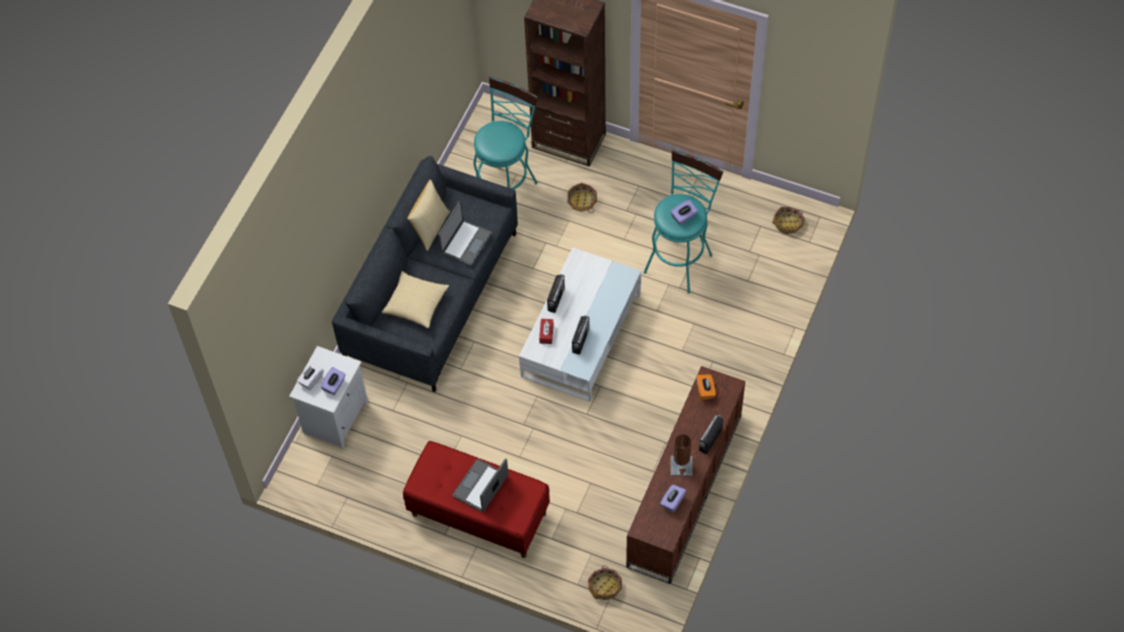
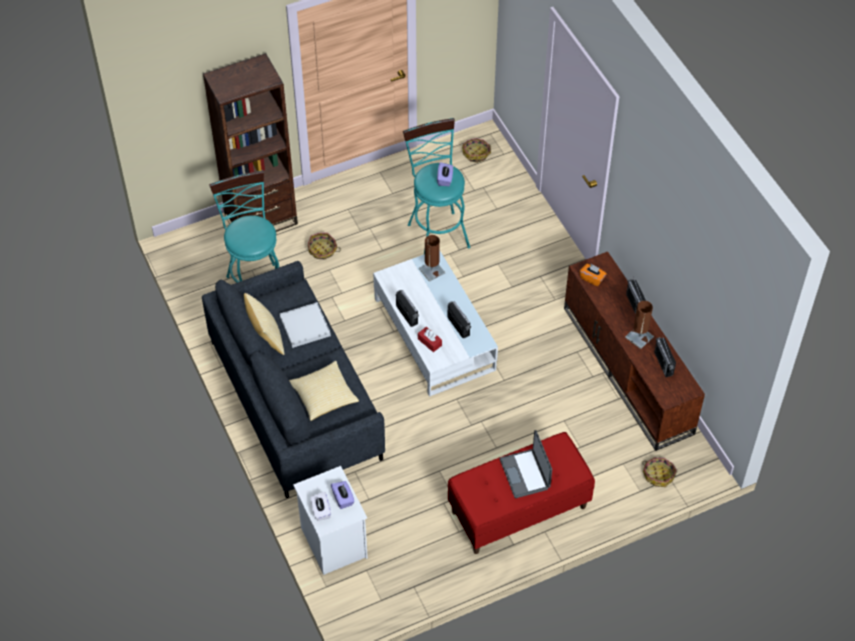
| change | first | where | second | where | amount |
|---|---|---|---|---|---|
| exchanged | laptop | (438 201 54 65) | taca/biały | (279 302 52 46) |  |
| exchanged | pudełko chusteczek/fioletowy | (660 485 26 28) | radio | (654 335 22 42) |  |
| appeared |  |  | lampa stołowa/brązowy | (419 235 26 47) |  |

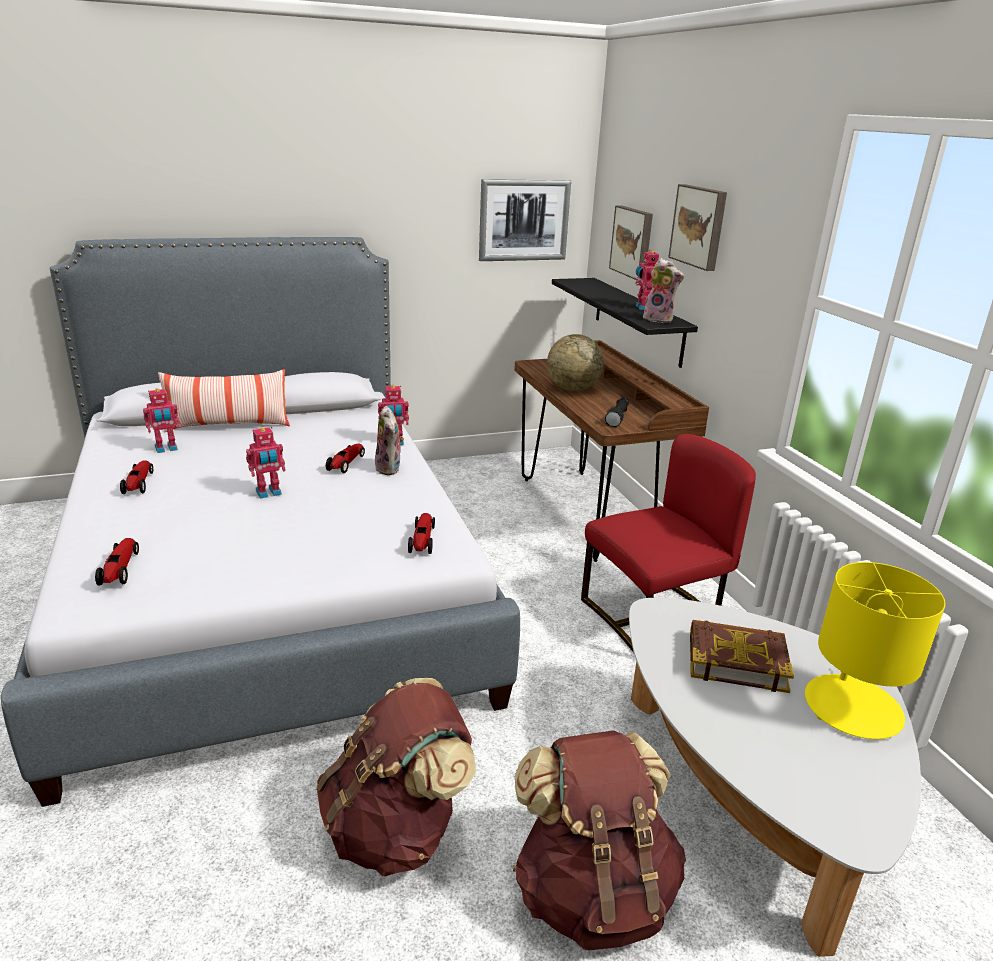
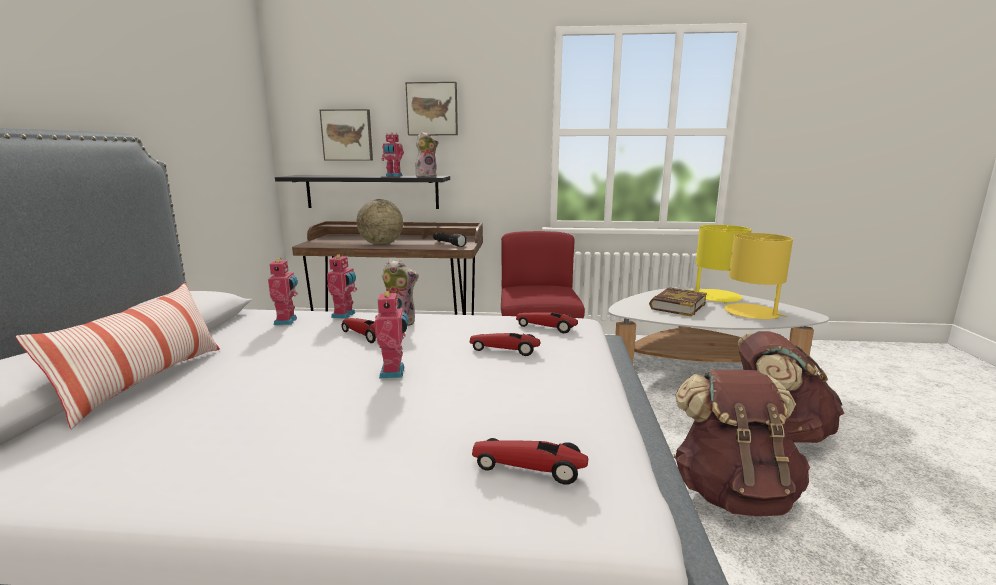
| change | first | where | second | where | amount |
|---|---|---|---|---|---|
| relocated | samochodzik | (120 461 33 33) |  | (469 333 71 23) |  |
| relocated | robot zabawkowy | (143 388 37 65) |  | (268 258 30 67) |  |
| missing | obraz | (479 179 92 82) |  |  |  |
| appeared |  |  | lampa stołowa/żółty | (724 233 69 86) |  |

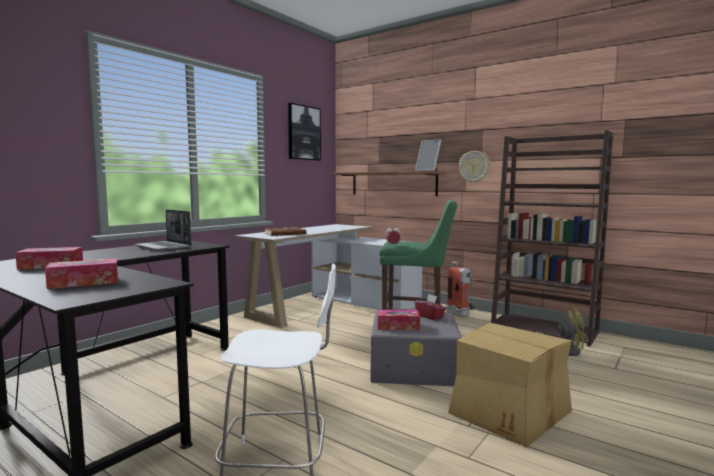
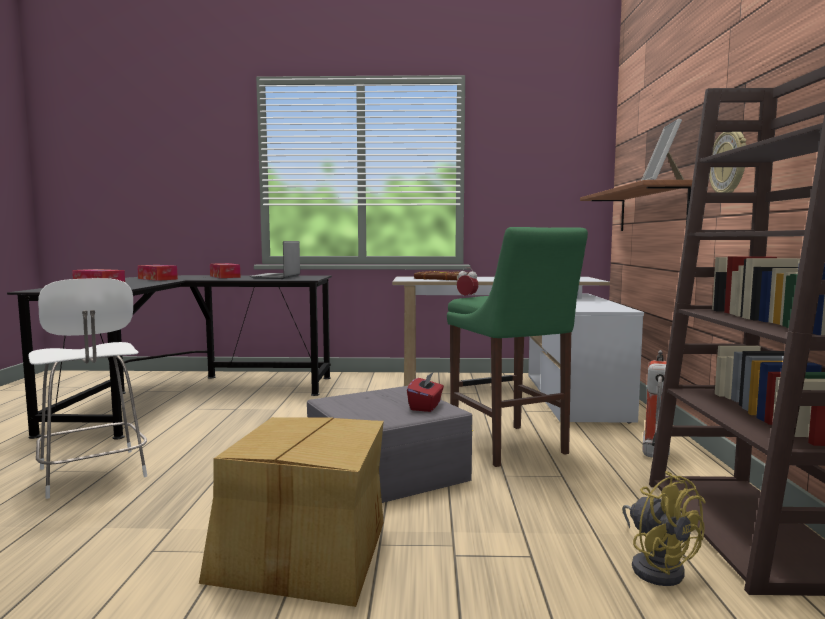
| change | first | where | second | where | amount |
|---|---|---|---|---|---|
| missing | obraz | (288 103 33 58) |  |  |  |
| relocated | pudełko chusteczek | (377 310 43 20) |  | (210 263 31 15) |  |

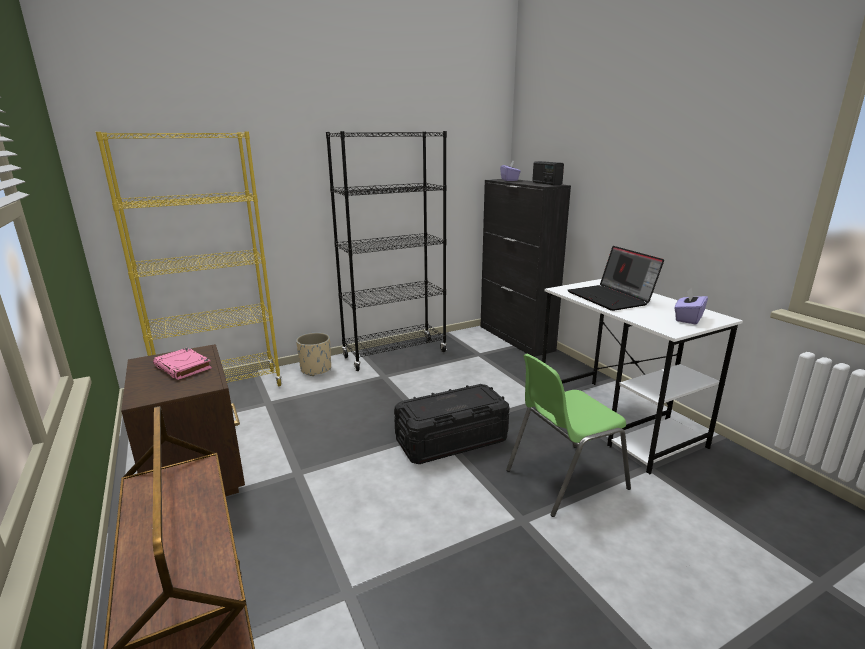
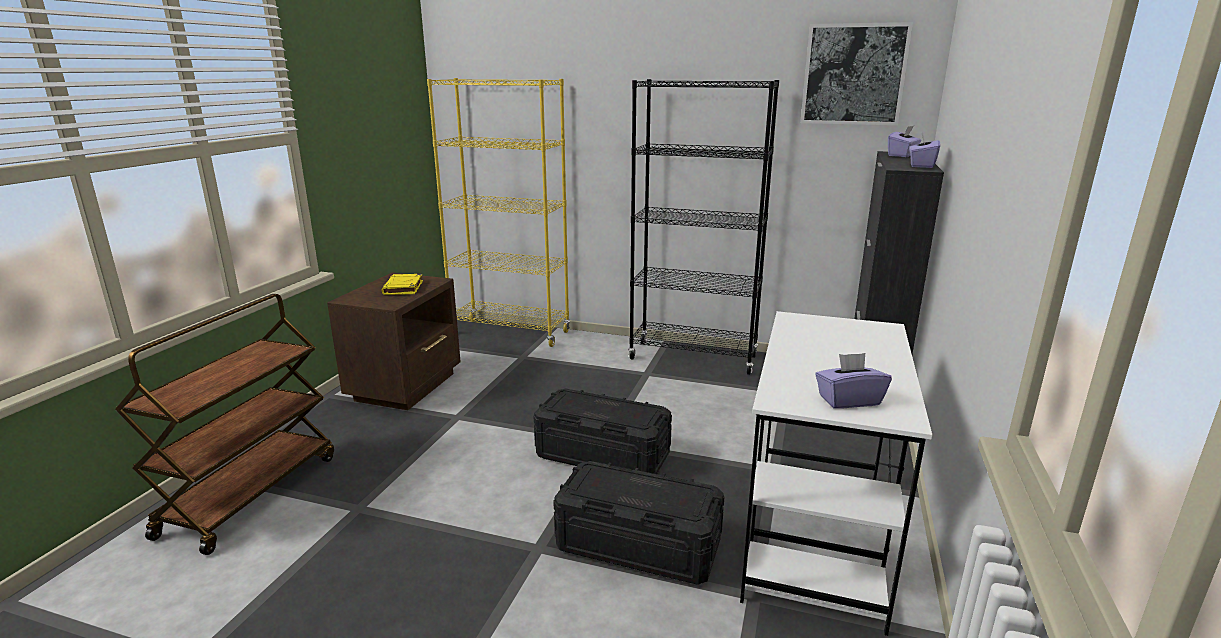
| change | first | where | second | where | amount |
|---|---|---|---|---|---|
| colour | książka/różowy | (153 348 59 32) | książka/żółty | (382 274 41 21) |  |
| missing | donica/beżowy | (296 333 35 43) |  |  |  |
| exchanged | krzesło/zielony | (506 354 125 163) | pojemnik do przechowywania/czarny | (553 461 171 124) |  |
| exchanged | radio | (532 161 32 24) | pudełko chusteczek/fioletowy | (909 132 31 36) |  |
| missing | laptop | (568 246 96 65) |  |  |  |
| appeared |  |  | obraz | (800 22 113 103) |  |

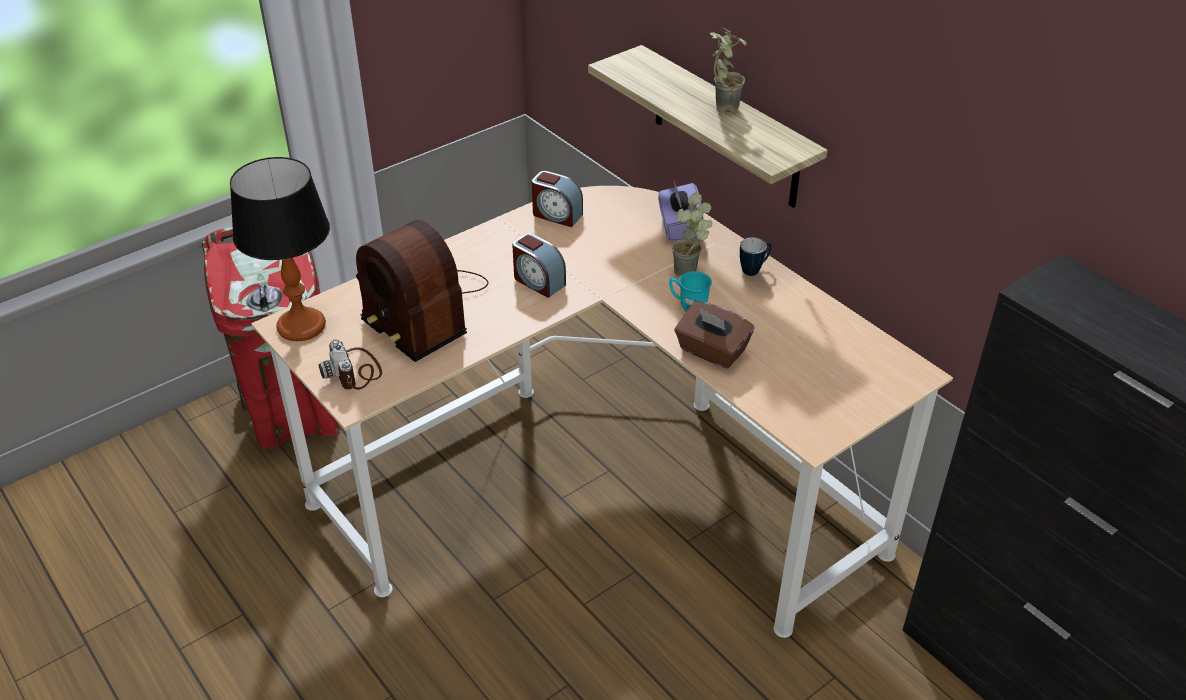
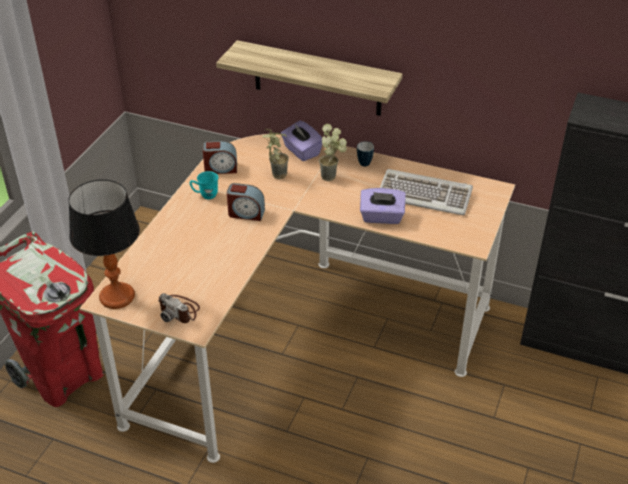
| change | first | where | second | where | amount |
|---|---|---|---|---|---|
| missing | radio | (356 220 133 142) |  |  |  |
| relocated | kubek/turkusowy | (669 271 43 41) |  | (190 171 28 28) |  |
| colour | pudełko chusteczek/brązowy | (675 301 79 68) | pudełko chusteczek/fioletowy | (360 188 46 36) |  |
| relocated | roślina doniczkowa | (710 26 37 87) |  | (263 129 26 50) |  |
| appeared |  |  | klawiatura | (380 169 93 46) |  |

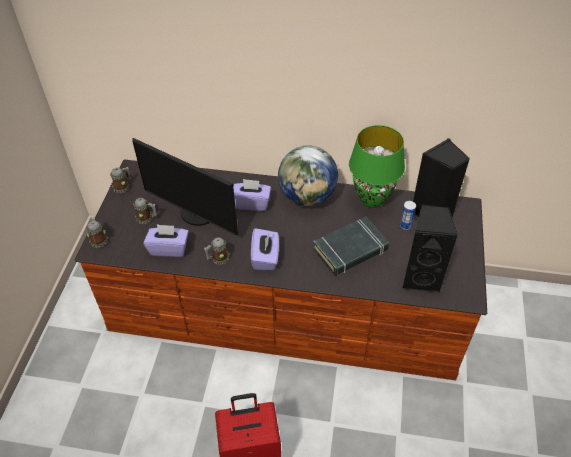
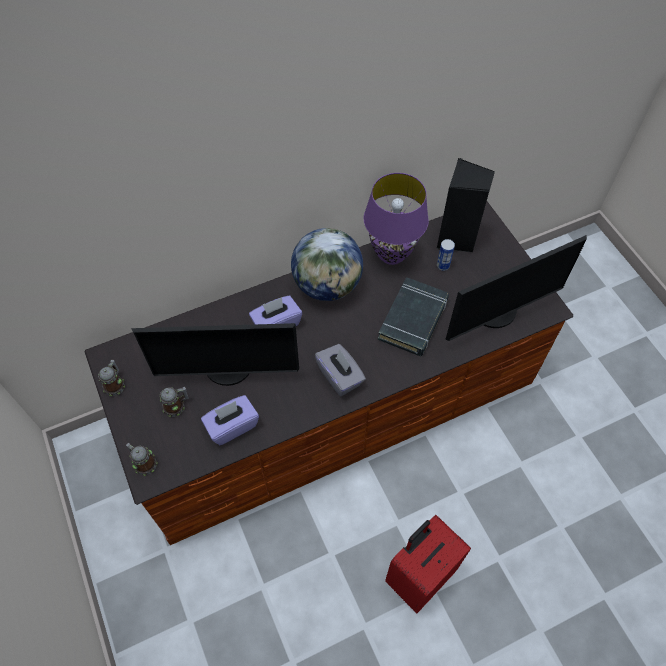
| change | first | where | second | where | amount |
|---|---|---|---|---|---|
| missing | kubek | (204 237 26 28) |  |  |  |
| colour | pudełko chusteczek/fioletowy | (251 228 28 42) | pudełko chusteczek/szary | (315 344 51 52) |  |
| colour | lampa stołowa/zielony | (349 125 56 83) | lampa stołowa/fioletowy | (364 173 65 92) |  |
| exchanged | głośnik/czarny | (402 205 56 88) | monitor | (445 235 142 106) |  |

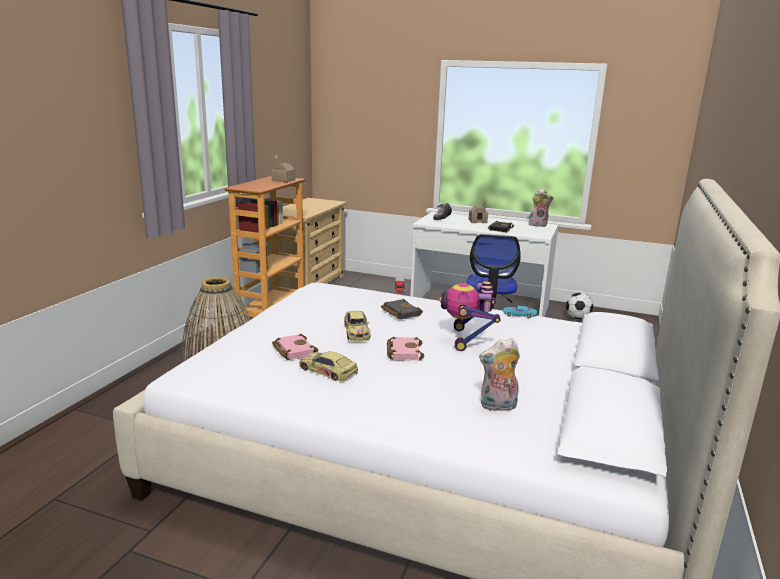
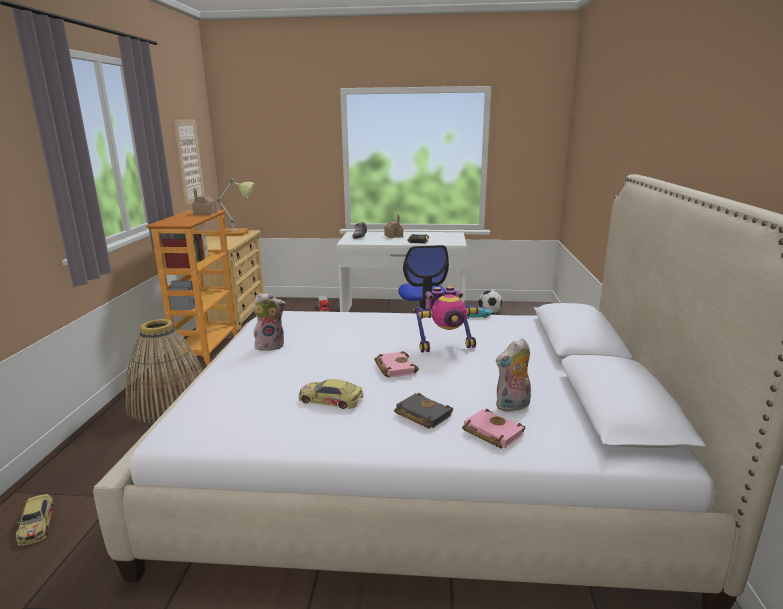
| change | first | where | second | where | amount |
|---|---|---|---|---|---|
| relocated | książka/różowy | (272 334 46 26) |  | (462 409 63 39) |  |
| relocated | samochodzik | (344 311 26 30) |  | (16 494 38 52) |  |
| relocated | książka/czarny | (381 299 42 21) |  | (394 393 59 36) |  |
| spun | robot zabawkowy | (439 281 62 70) |  | (413 286 66 66) | 90 degrees counterclockwise |
| relocated | pluszak | (529 189 25 38) |  | (253 292 33 59) |  |
| appeared |  |  | obraz | (174 119 31 86) |  |
| appeared |  |  | lampa stołowa | (217 179 38 57) |  |

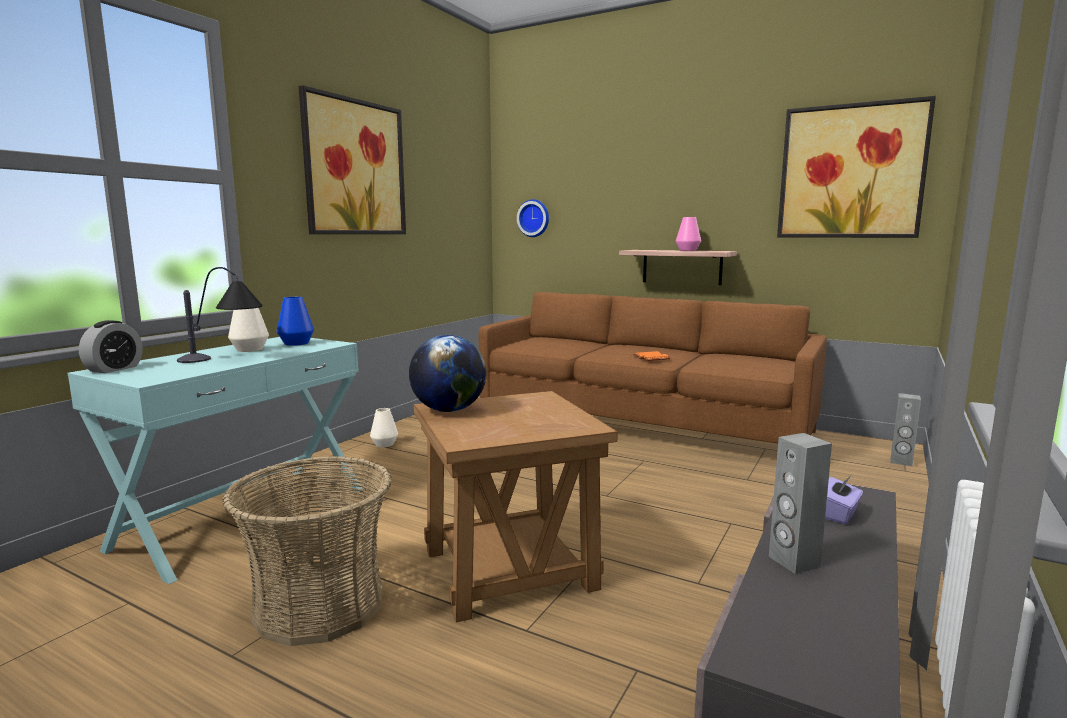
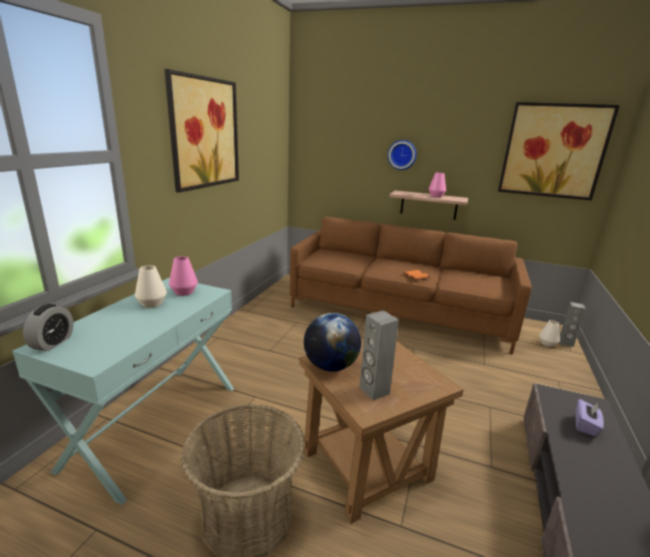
| change | first | where | second | where | amount |
|---|---|---|---|---|---|
| missing | lampa stołowa | (177 267 86 96) |  |  |  |
| colour | wazon/niebieski | (277 297 37 49) | wazon/różowy | (169 256 29 40) |  |
| relocated | wazon/biały | (370 408 28 39) |  | (539 320 21 27) |  |
| relocated | zegar ścienny | (517 199 32 38) |  | (388 140 29 30) |  |
| relocated | głośnik/szary | (769 433 63 141) |  | (359 310 40 90) |  |

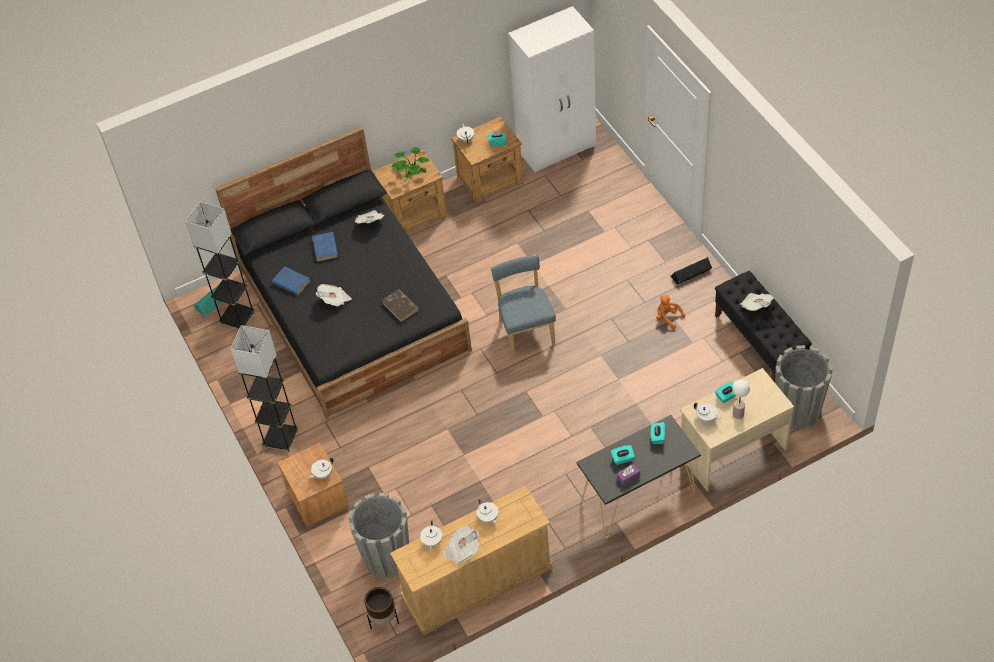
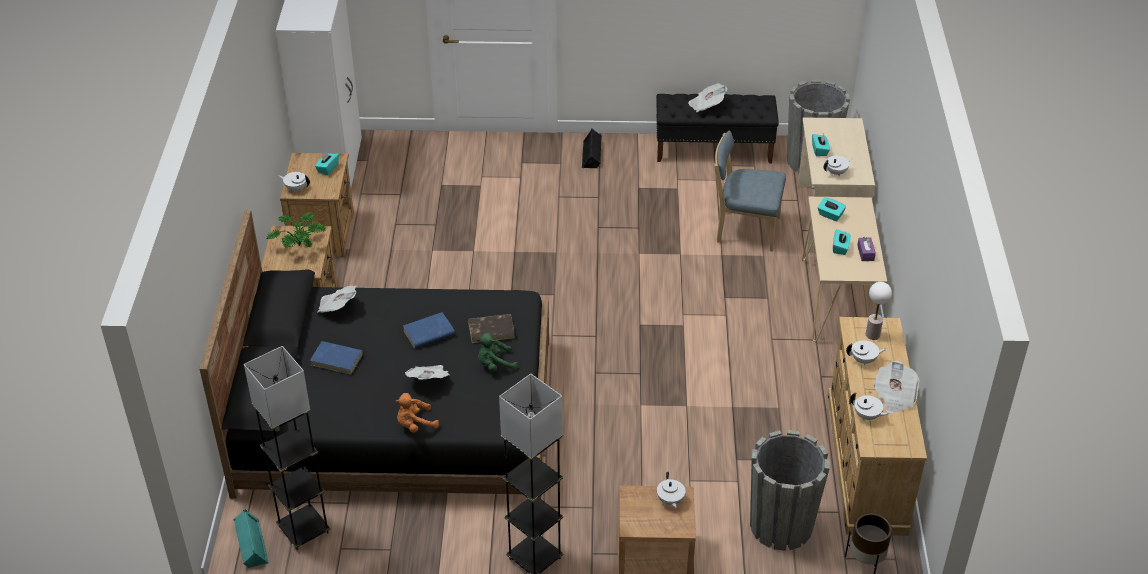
| change | first | where | second | where | amount |
|---|---|---|---|---|---|
| relocated | książka/niebieski | (272 266 38 29) |  | (403 312 52 36) |  |
| relocated | krzesło/niebieski | (491 255 65 102) |  | (714 130 72 121) |  |
| colour | stolik konsolowy/czarny | (576 415 125 123) | stolik konsolowy/beżowy | (802 197 85 145) |  |
| relocated | pluszak/pomarańczowy | (656 295 29 34) |  | (395 393 44 40) |  |
| relocated | lampa stołowa | (732 380 18 39) |  | (866 282 26 58) |  |
| appeared |  |  | pluszak/zielony | (477 333 41 39) |  |

